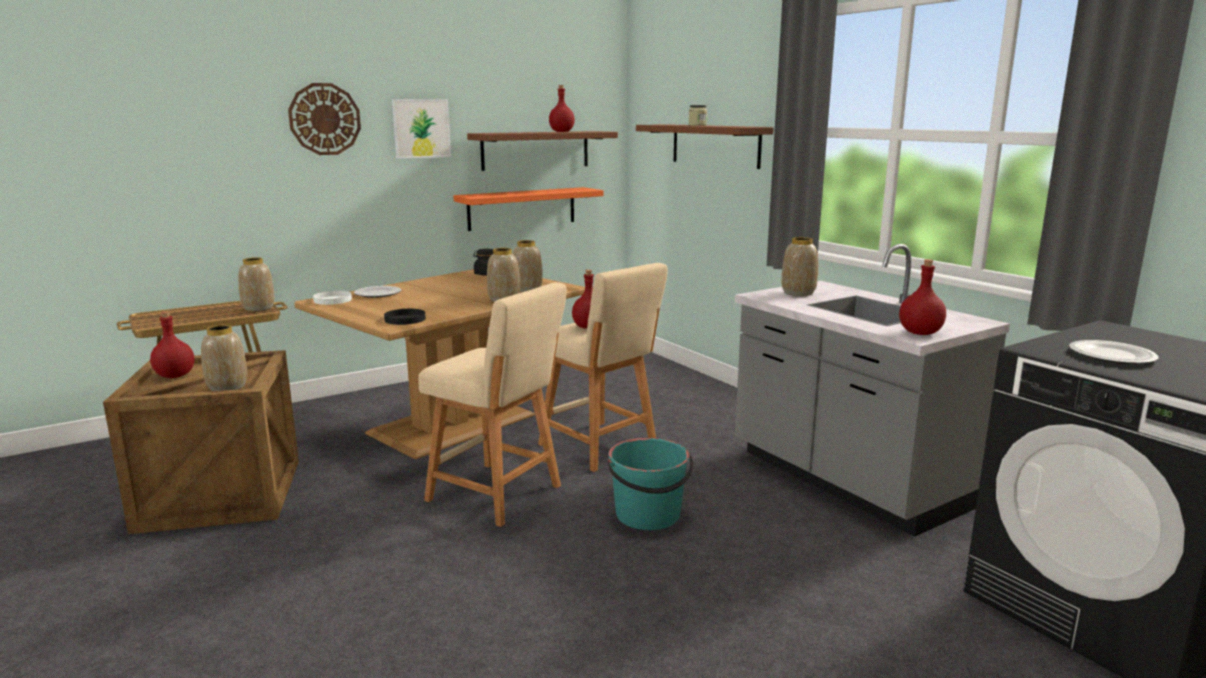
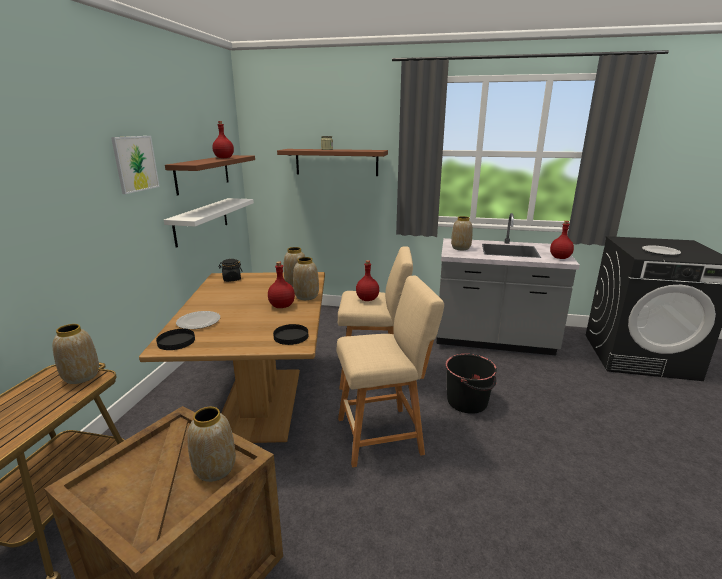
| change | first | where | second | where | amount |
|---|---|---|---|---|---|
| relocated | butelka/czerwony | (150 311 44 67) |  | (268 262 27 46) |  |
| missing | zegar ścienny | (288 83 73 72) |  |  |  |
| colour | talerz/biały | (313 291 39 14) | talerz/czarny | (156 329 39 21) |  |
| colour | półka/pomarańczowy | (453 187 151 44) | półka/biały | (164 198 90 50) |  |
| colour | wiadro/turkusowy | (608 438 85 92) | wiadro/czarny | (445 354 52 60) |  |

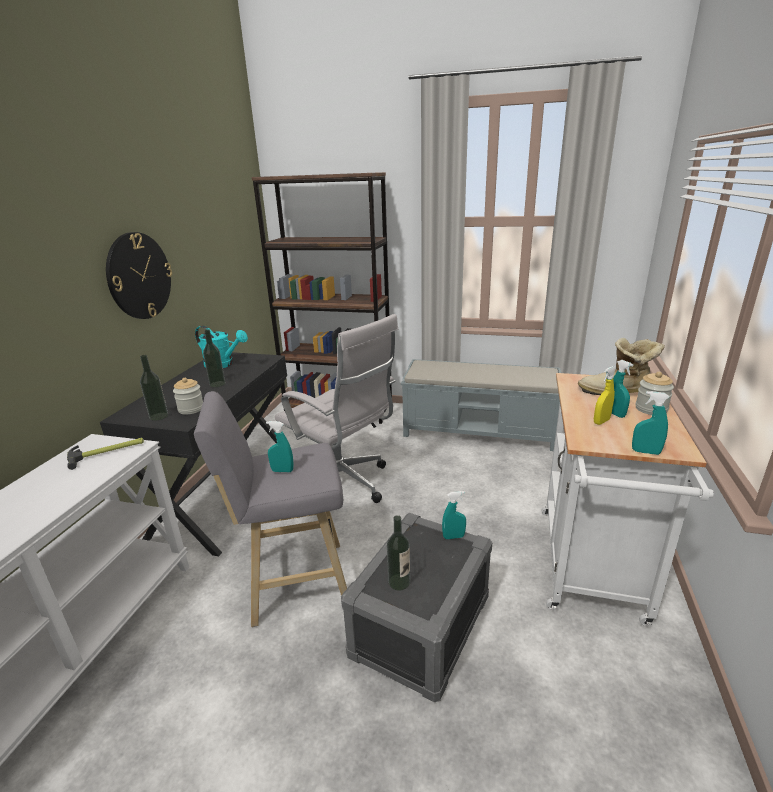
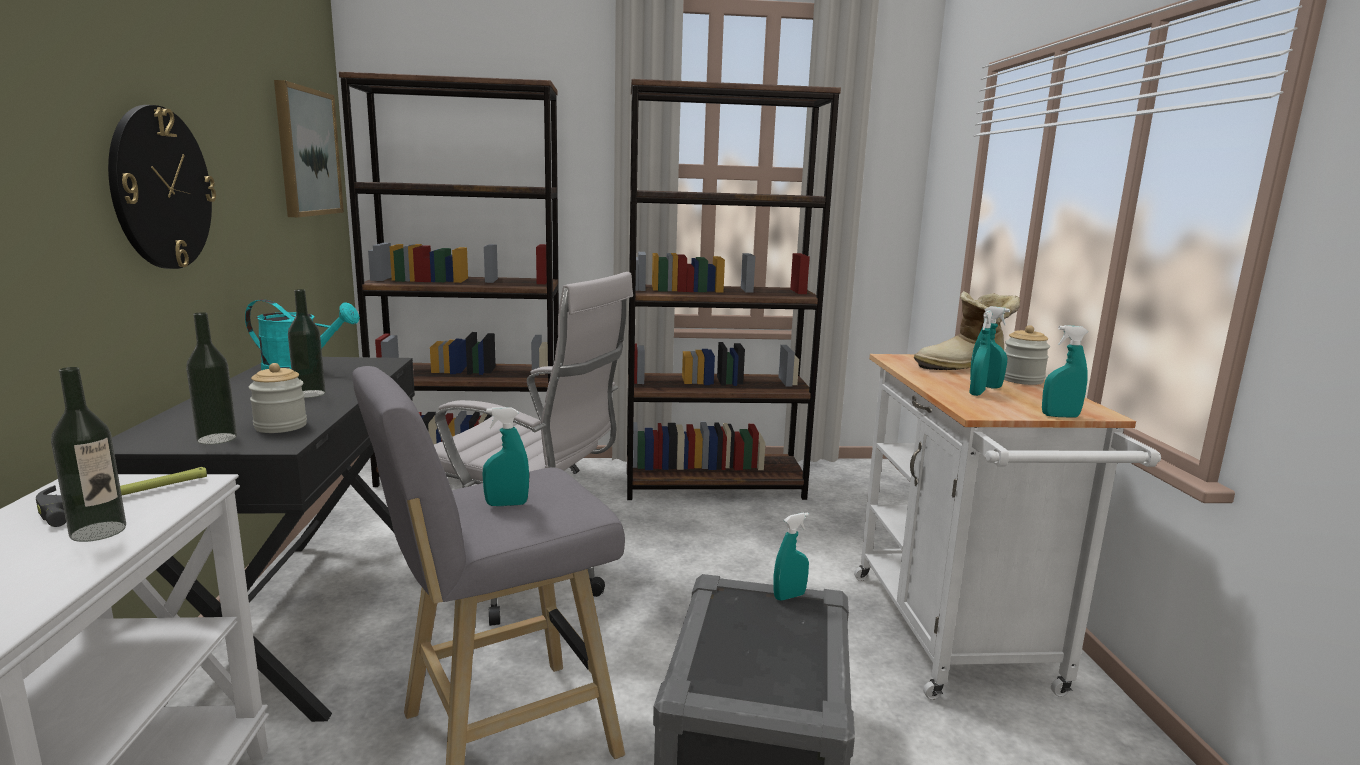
| change | first | where | second | where | amount |
|---|---|---|---|---|---|
| relocated | butelka | (387 515 23 76) |  | (51 367 75 175) |  |
| exchanged | ławka/szary | (401 359 160 92) | regał/brązowy | (627 79 214 421) |  |
| colour | spryskiwacz/żółty | (594 366 22 59) | spryskiwacz/turkusowy | (969 310 23 86) |  |
| appeared |  |  | obraz | (274 80 70 137) |  |

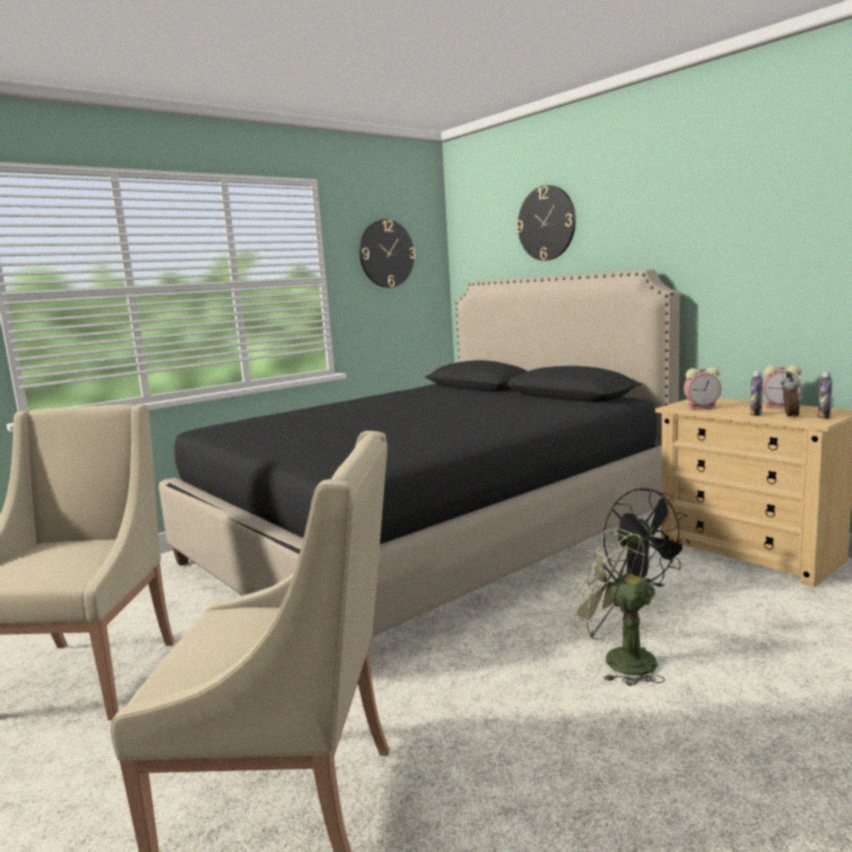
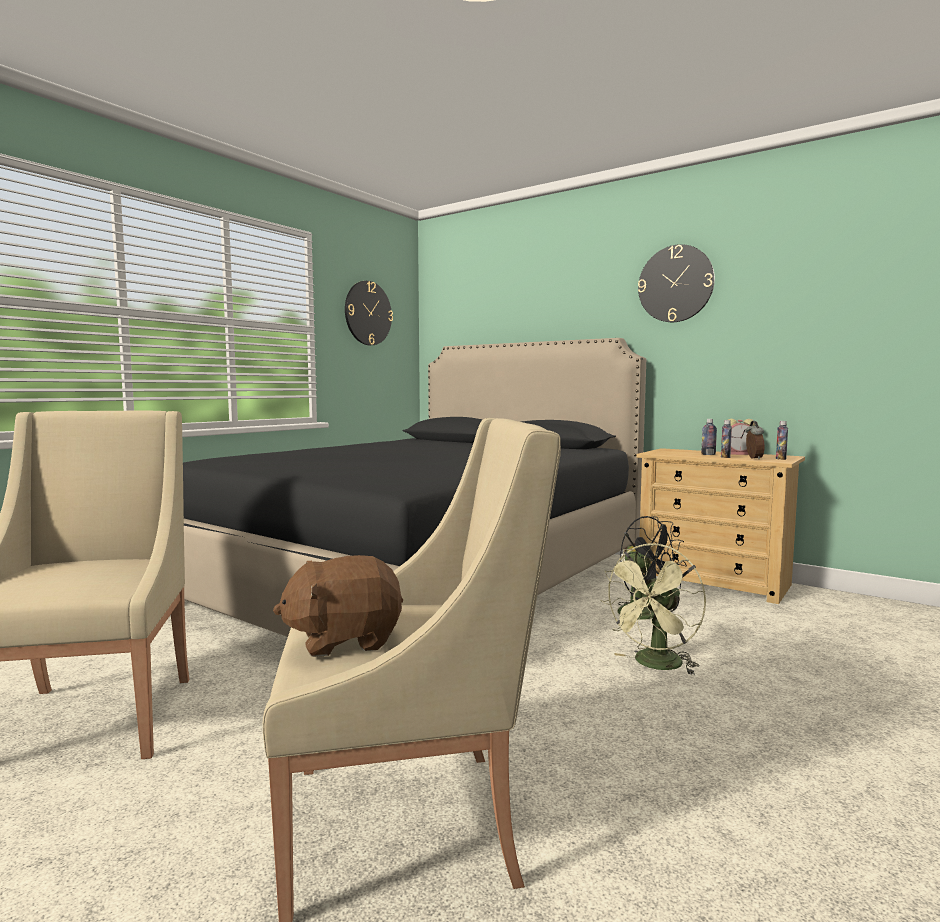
| change | first | where | second | where | amount |
|---|---|---|---|---|---|
| relocated | zegar ścienny | (516 185 60 76) |  | (638 244 77 78) |  |
| spun | wentylator/zielony | (568 529 97 157) |  | (600 543 106 132) | 75 degrees counterclockwise |
| missing | budzik | (684 367 37 43) |  |  |  |
| appeared |  |  | pluszak/brązowy | (273 555 130 102) |  |
| appeared |  |  | butelka | (701 419 16 36) |  |

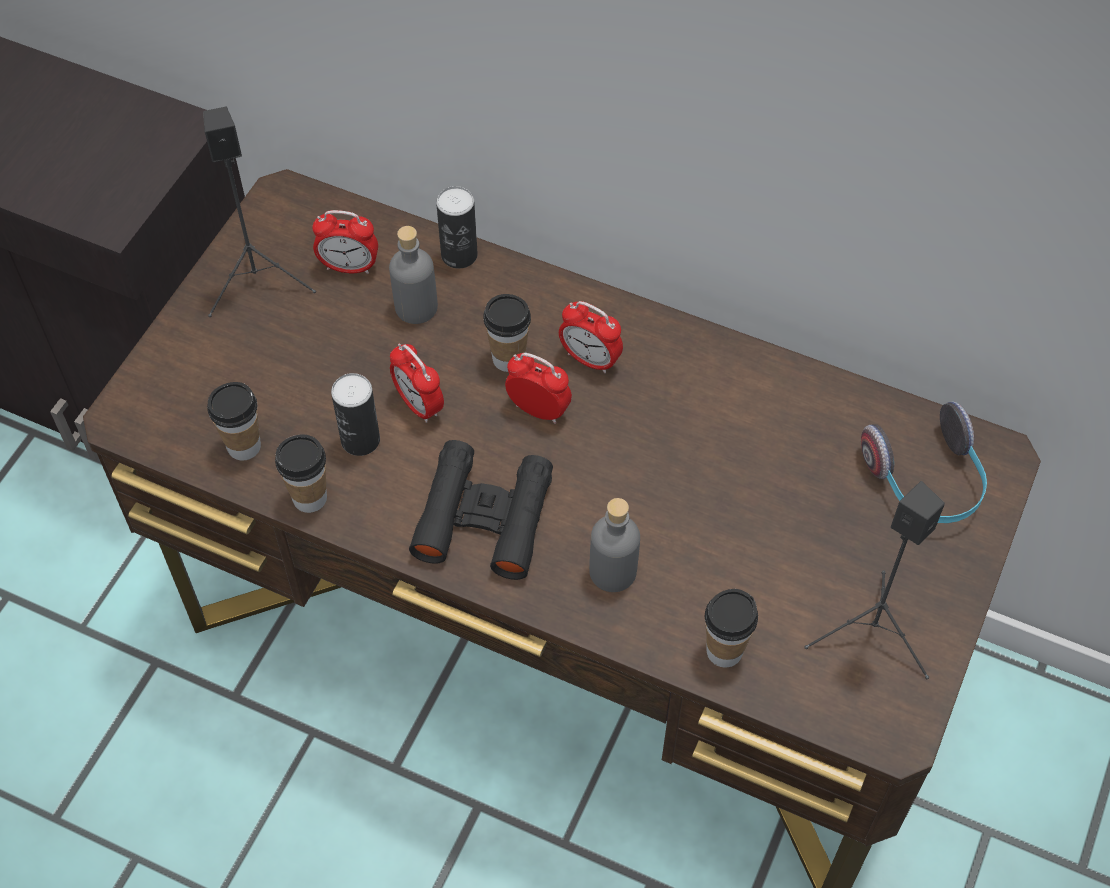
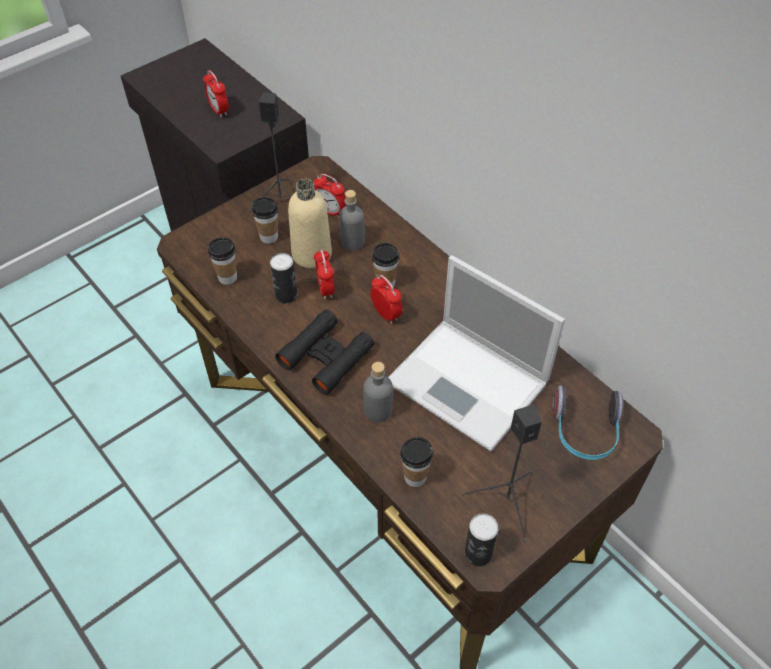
| change | first | where | second | where | amount |
|---|---|---|---|---|---|
| relocated | filiżanka | (275 434 52 79) |  | (251 197 27 47) |  |
| relocated | puszka | (436 186 42 83) |  | (465 513 34 53) |  |
| relocated | budzik | (559 301 64 72) |  | (203 70 26 47) |  |
| appeared |  |  | butelka/beżowy | (288 179 44 89) |  |
| appeared |  |  | laptop | (388 255 177 197) |  |

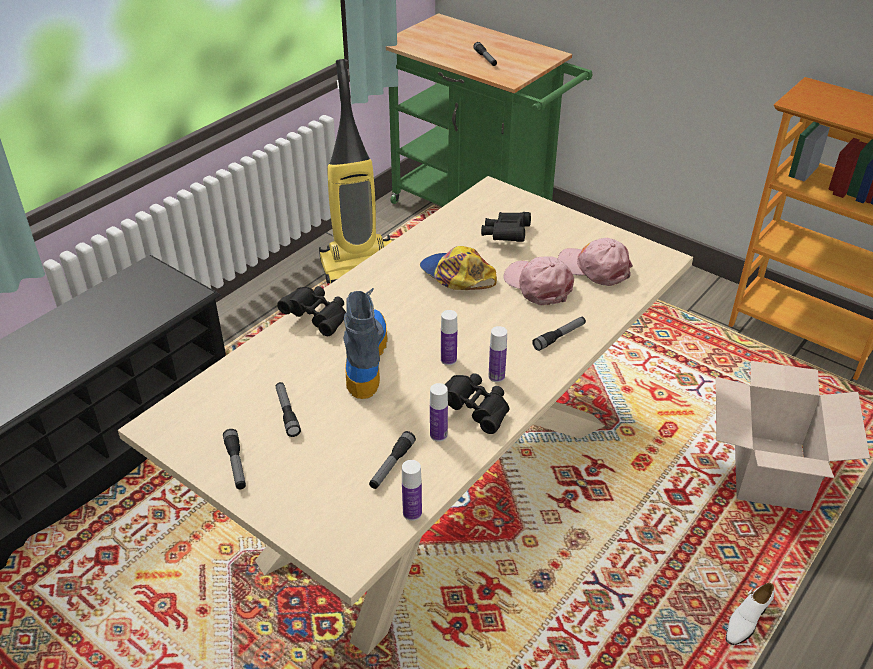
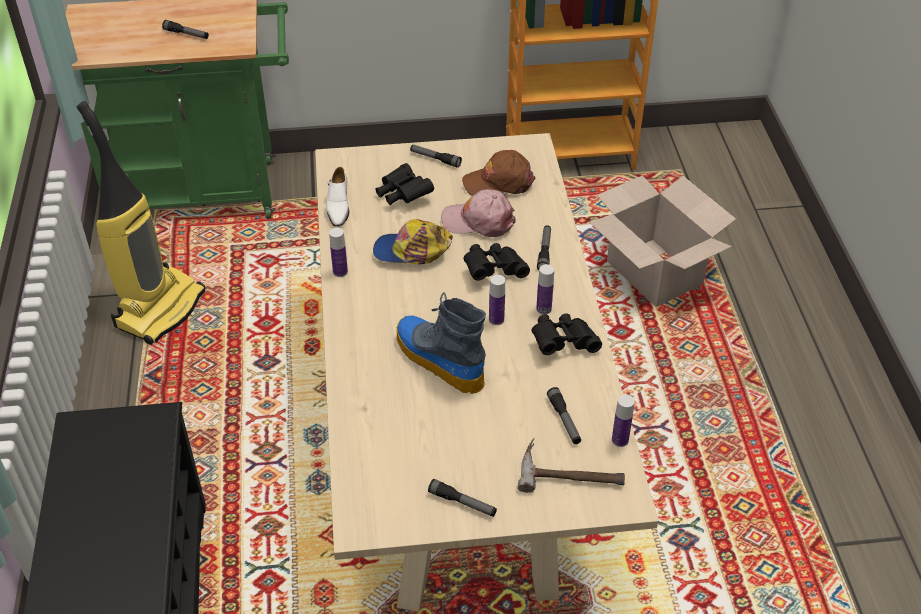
| change | first | where | second | where | amount |
|---|---|---|---|---|---|
| relocated | latarka | (276 382 25 55) |  | (410 145 52 23) |  |
| relocated | lornetka/czarny | (277 286 69 50) |  | (463 243 67 38) |  |
| relocated | butelka | (430 383 18 59) |  | (329 228 19 49) |  |
| colour | czapka z daszkiem/różowy | (558 238 75 48) | czapka z daszkiem/brązowy | (462 150 73 46) |  |
| relocated | but/biały | (726 583 48 62) |  | (326 167 23 60) |  |
| appeared |  |  | młotek | (518 437 107 56) |  |

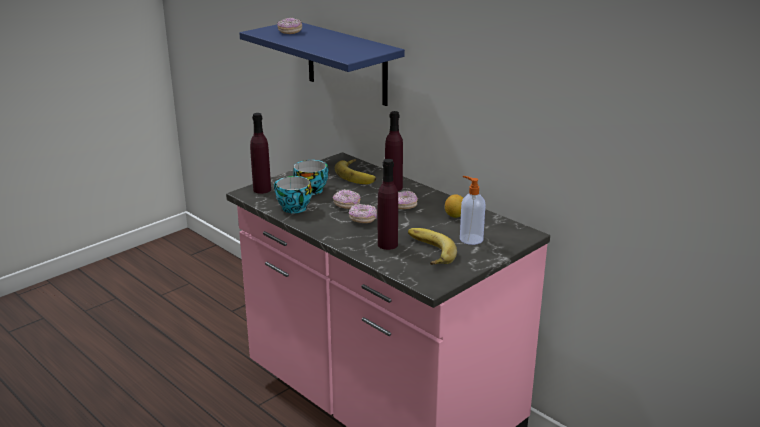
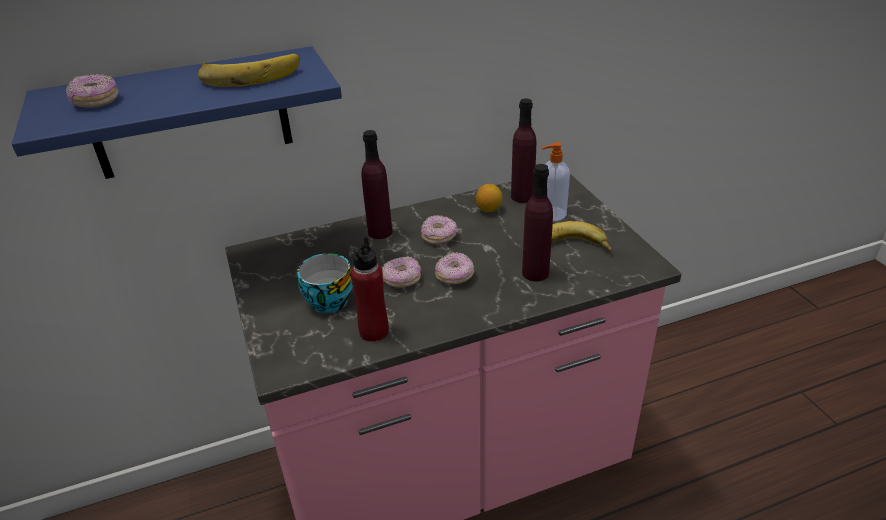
| change | first | where | second | where | amount |
|---|---|---|---|---|---|
| relocated | butelka/fioletowy | (250 113 21 81) |  | (511 98 25 105) |  |
| exchanged | filiżanka | (274 176 38 37) | butelka/czerwony | (351 237 38 105) |  |
| relocated | banan | (335 159 41 25) |  | (198 54 102 33) |  |

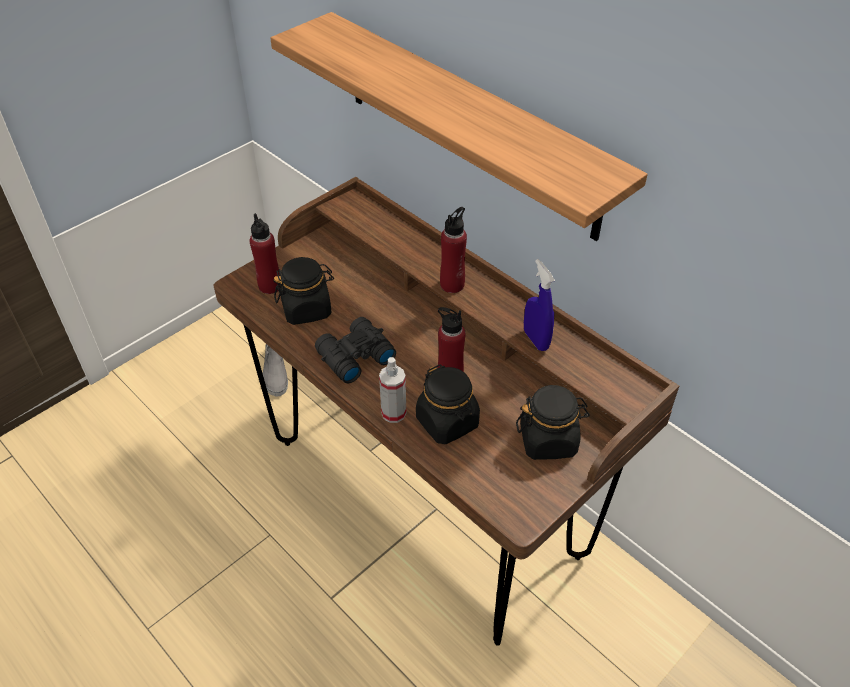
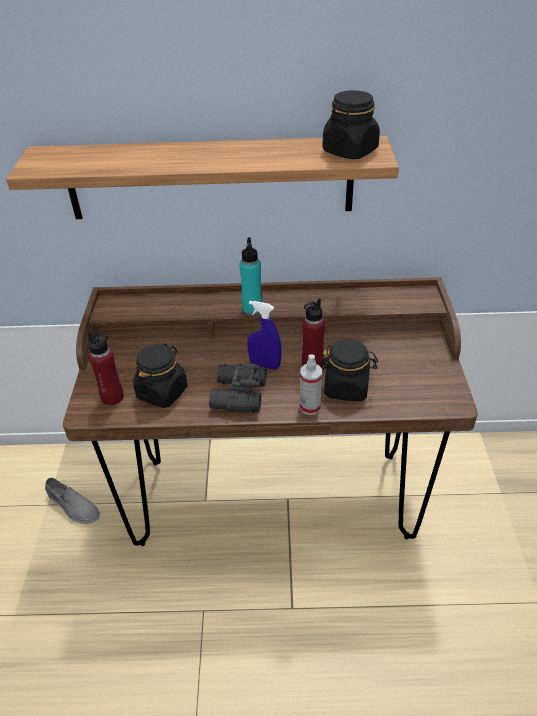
| change | first | where | second | where | amount |
|---|---|---|---|---|---|
| colour | butelka/czerwony | (440 207 27 86) | butelka/turkusowy | (239 237 24 77) |  |
| relocated | słoik/czarny | (516 385 74 75) |  | (323 90 57 69) |  |
| relocated | spryskiwacz/niebieski | (524 259 31 92) |  | (247 301 35 69) |  |

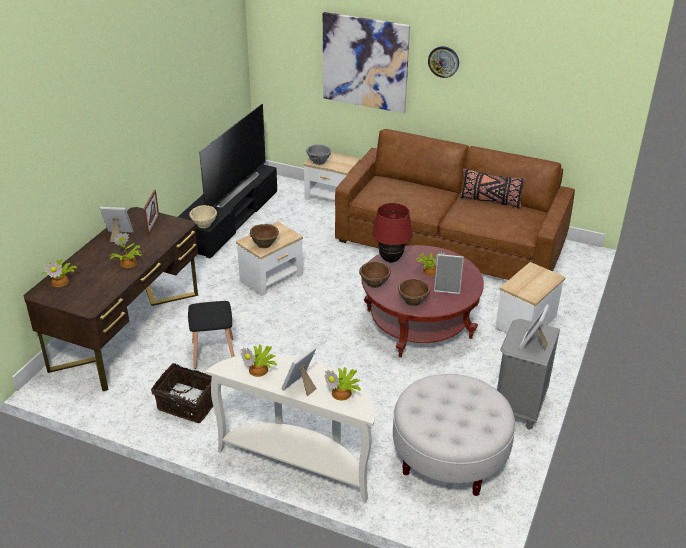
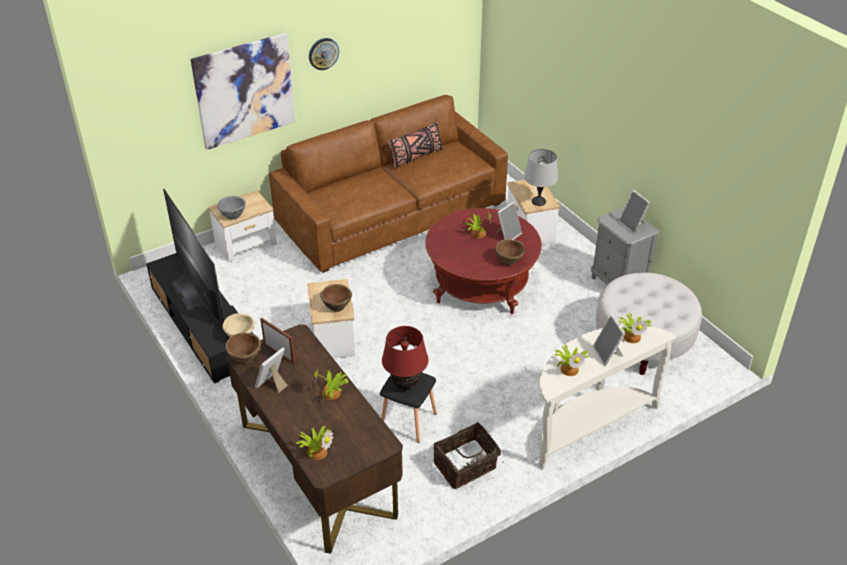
| change | first | where | second | where | amount |
|---|---|---|---|---|---|
| relocated | miska/brązowy | (359 261 32 27) |  | (225 332 36 32) |  |
| relocated | lampa stołowa/czerwony | (372 203 41 60) |  | (382 326 46 64) |  |
| appeared |  |  | lampa stołowa/szary | (524 149 34 57) |  |

